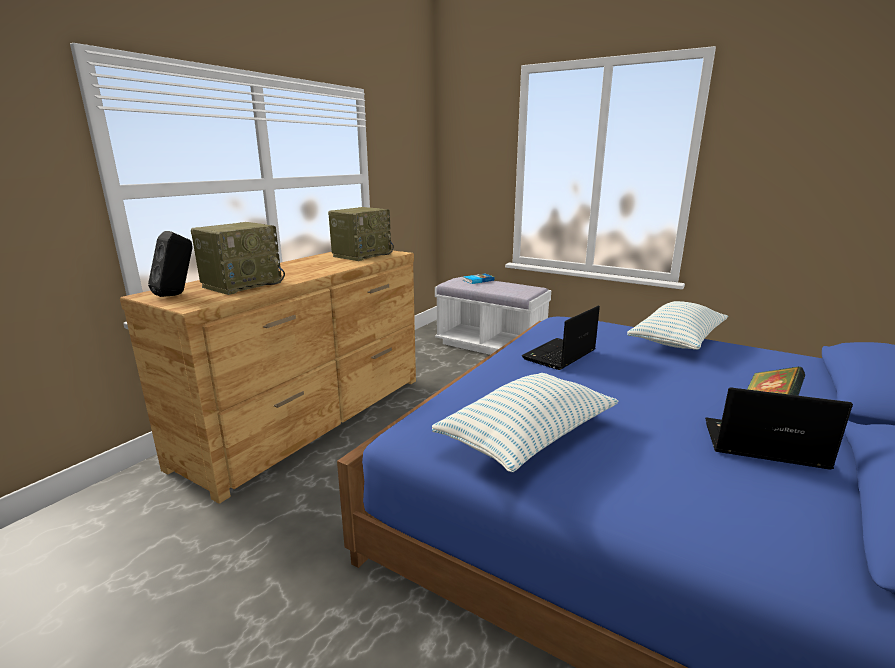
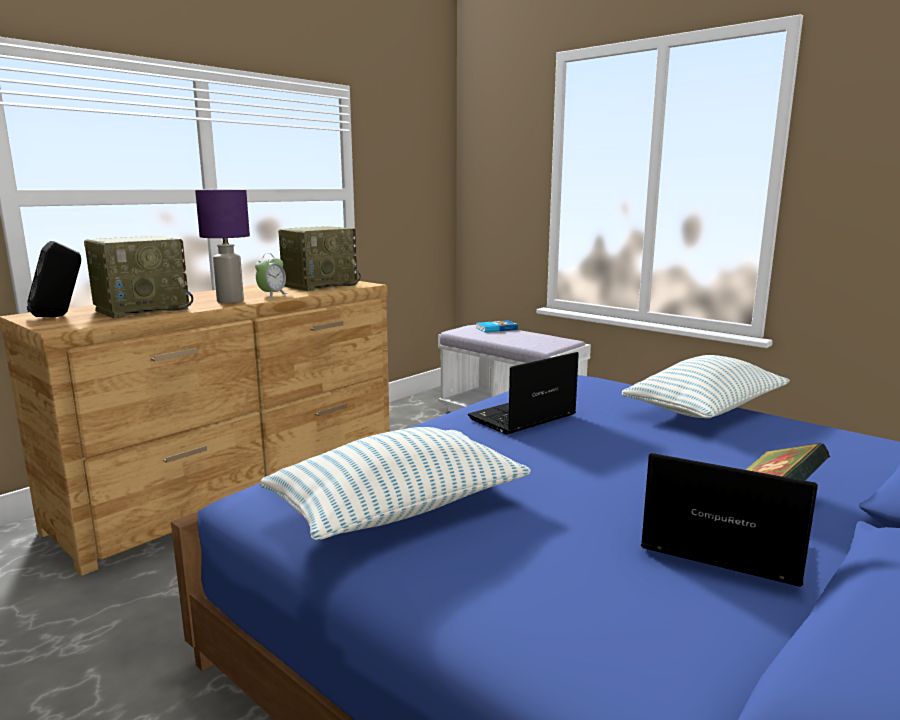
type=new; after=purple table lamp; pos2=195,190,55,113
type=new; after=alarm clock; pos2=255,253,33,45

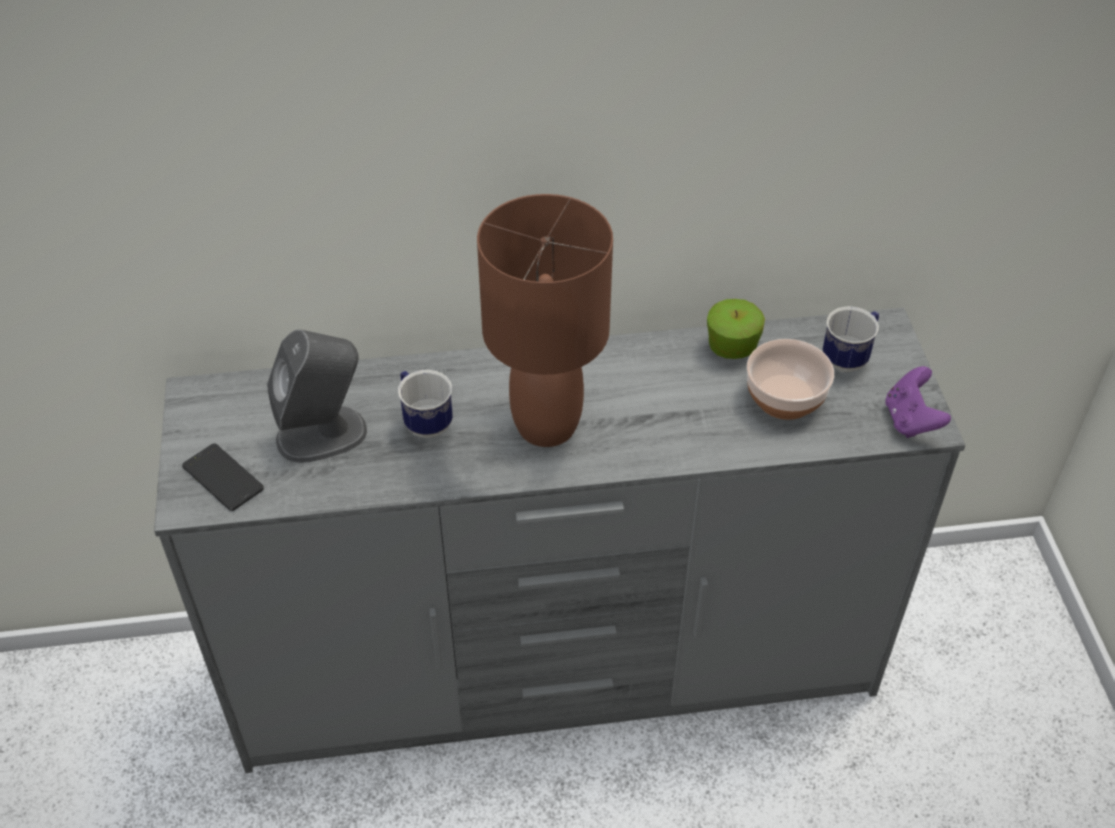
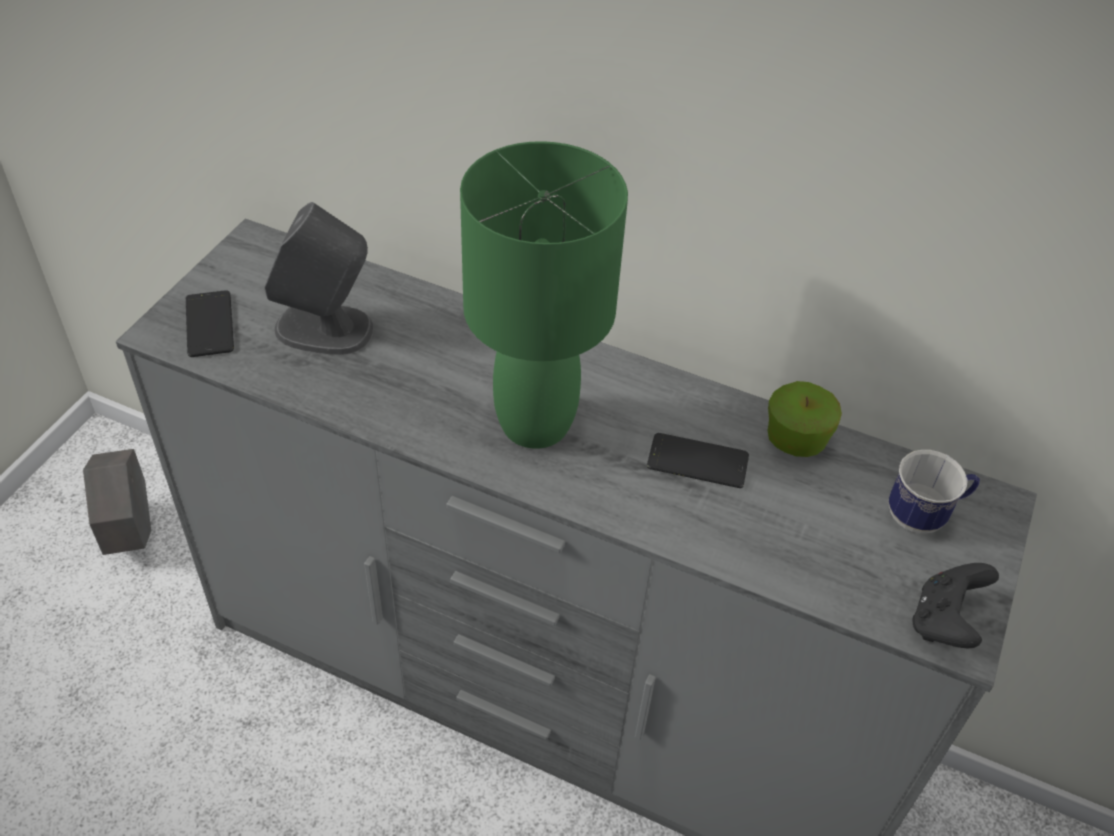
type=gone; before=mug; pos1=398,370,55,68
type=repainted; before=brown table lamp; after=green table lamp; pos1=477,194,136,253; pos2=460,141,168,308
type=gone; before=bowl; pos1=747,339,87,81
type=repainted; before=purple game controller; after=black game controller; pos1=885,366,66,72; pos2=912,563,87,85
type=new; after=grey planter; pos2=83,449,68,106
type=new; after=phone; pos2=647,433,102,55

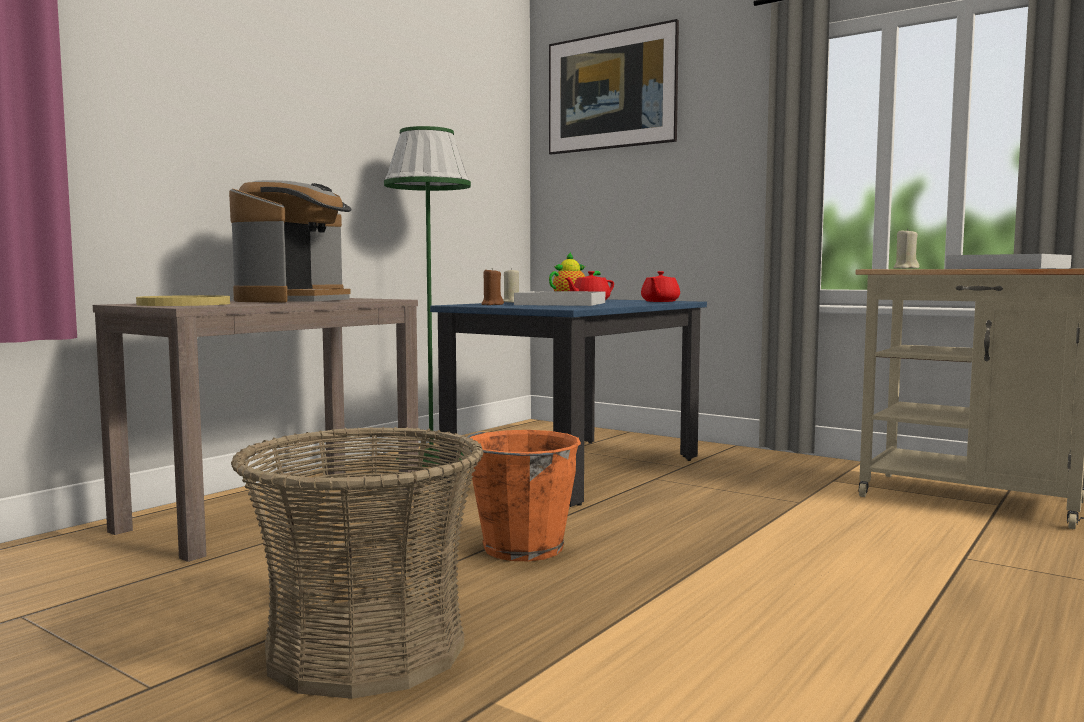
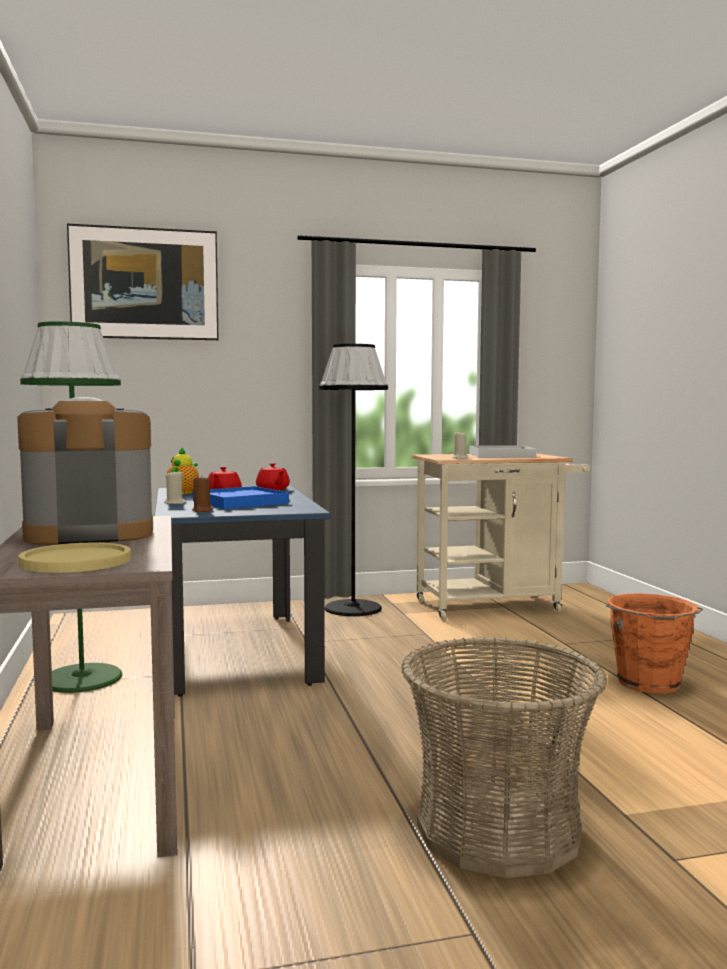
type=rotated; before=coffee machine; pos1=229,180,122,123; pos2=17,397,136,148; turn=-75
type=shifted; before=orange bucket; pos1=454,430,127,131; pos2=606,593,97,101
type=repainted; before=white tray; after=blue tray; pos1=514,291,91,15; pos2=193,486,96,23
type=new; after=black floor lamp; pos2=319,344,69,272

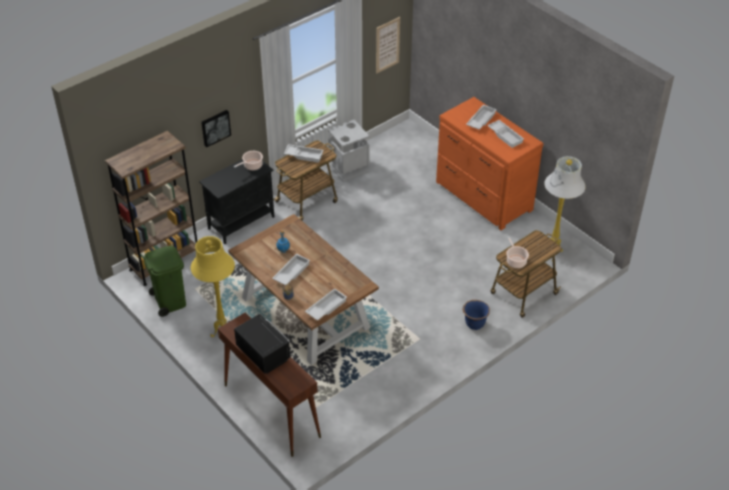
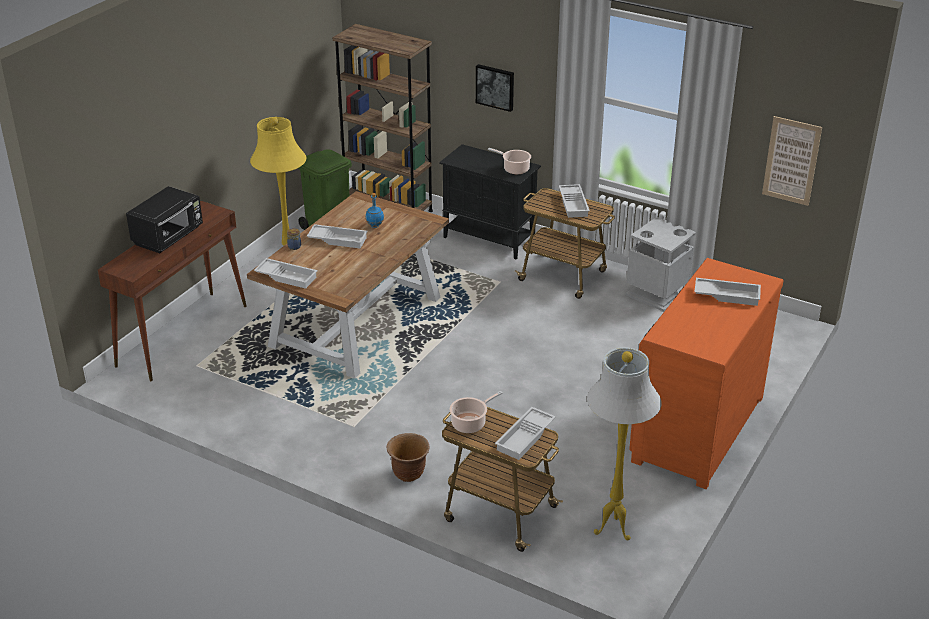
type=repainted; before=blue planter; after=brown planter; pos1=463,300,27,30; pos2=386,433,44,49
type=shifted; before=white tray; pos1=487,120,37,28; pos2=495,407,61,53

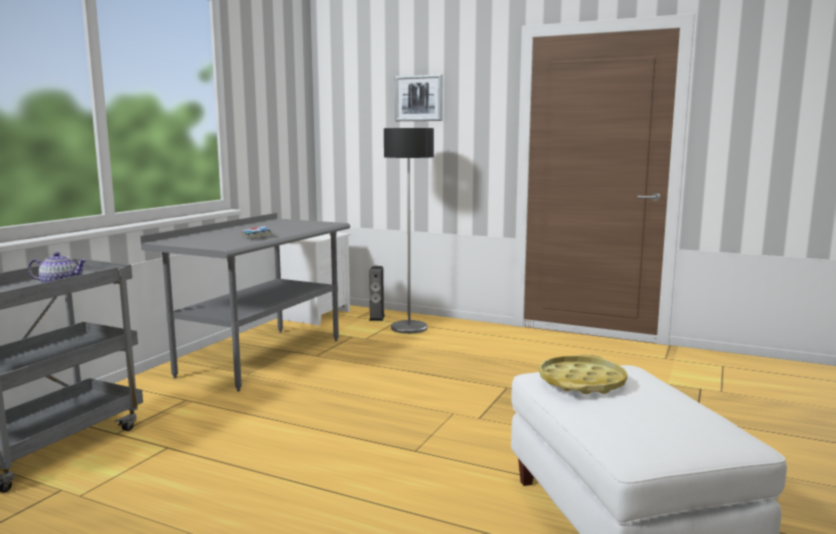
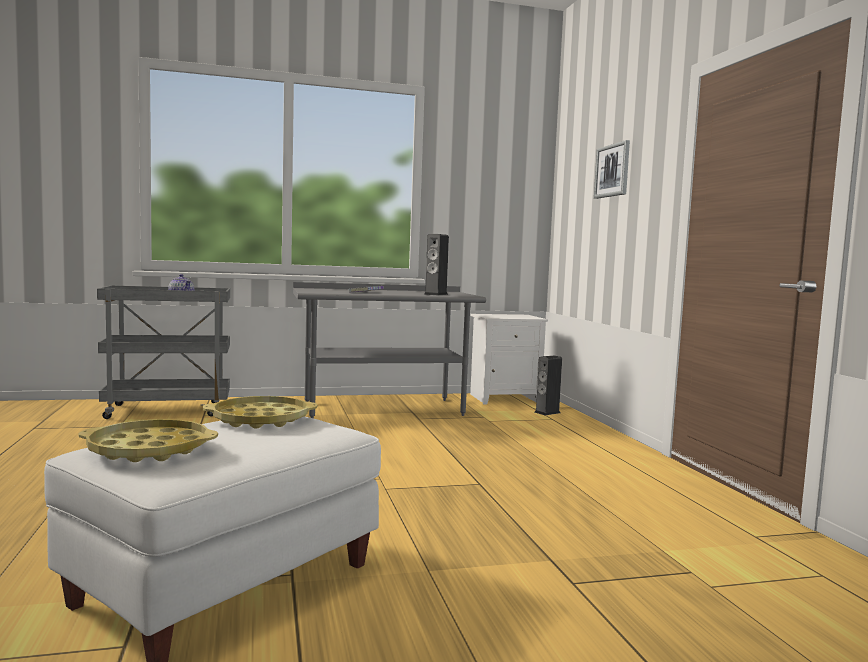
type=gone; before=floor lamp; pos1=384,128,50,206
type=new; after=yellow tray; pos2=78,419,140,43
type=new; after=speaker; pos2=424,234,25,61

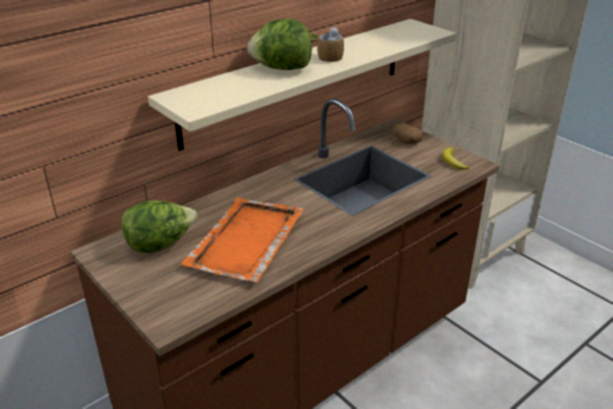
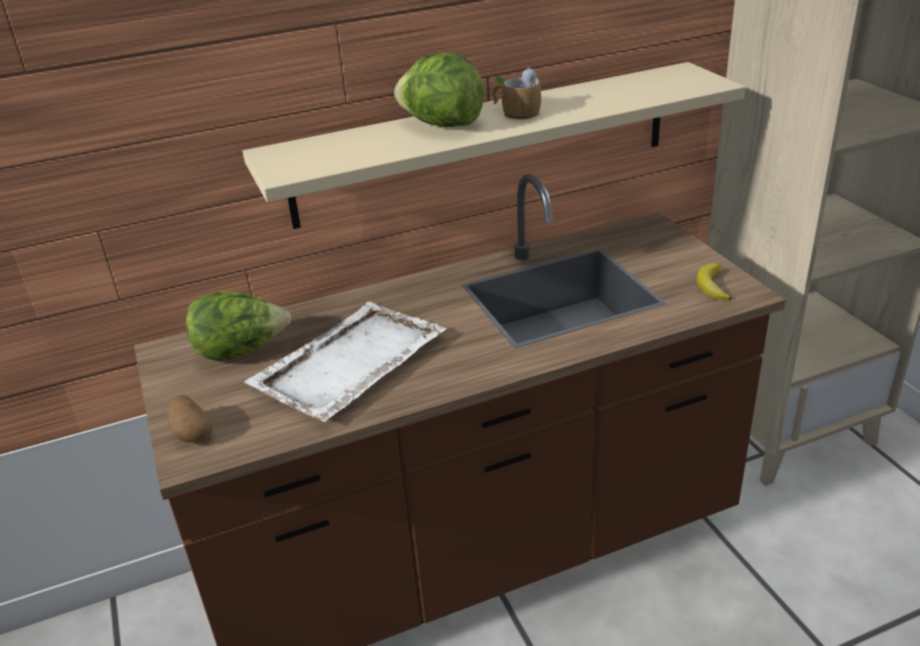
type=repainted; before=orange tray; after=white tray; pos1=180,198,124,84; pos2=244,302,203,120
type=shifted; before=potato; pos1=393,123,30,21; pos2=167,395,46,47

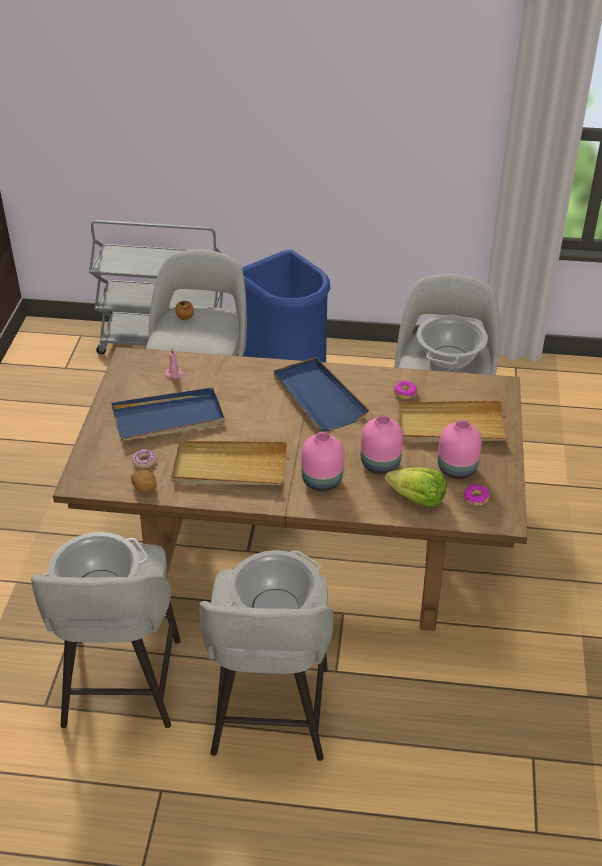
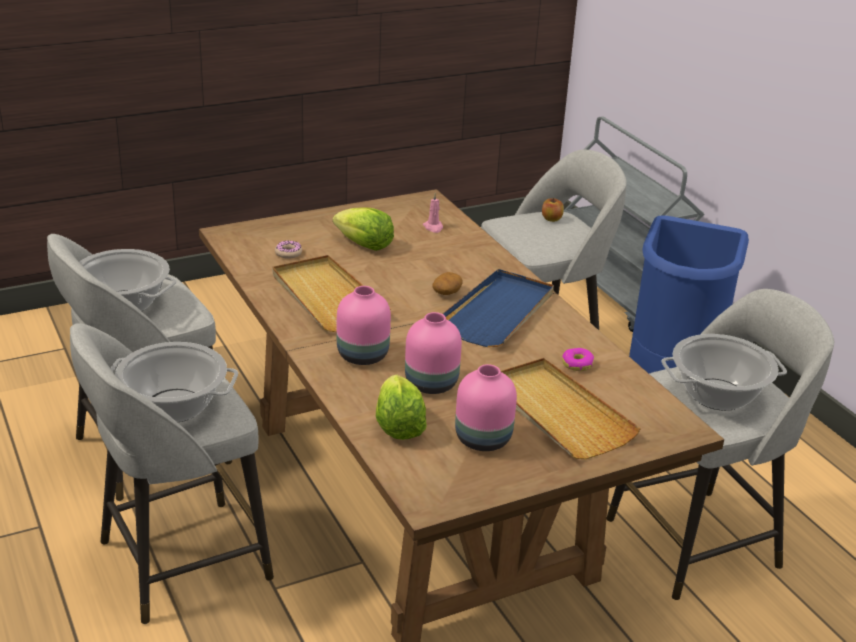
type=swapped; before=blue tray; after=lettuce; pos1=111,388,114,53; pos2=333,208,61,43
type=shifted; before=potato; pos1=131,470,26,23; pos2=432,272,31,23
type=gone; before=donut; pos1=463,484,27,22

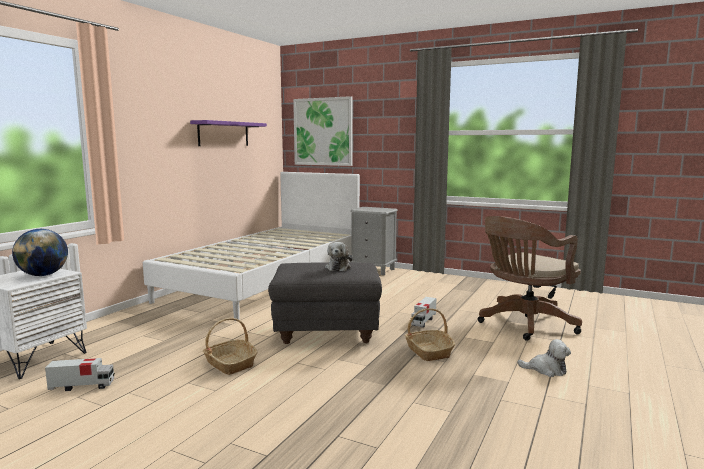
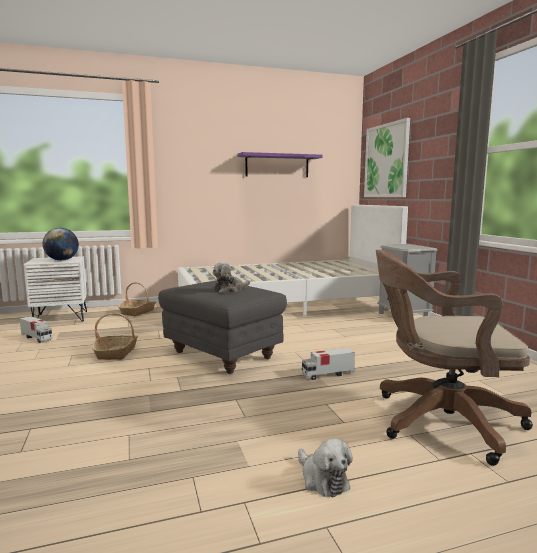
type=shifted; before=basket; pos1=405,308,50,53; pos2=118,282,38,34

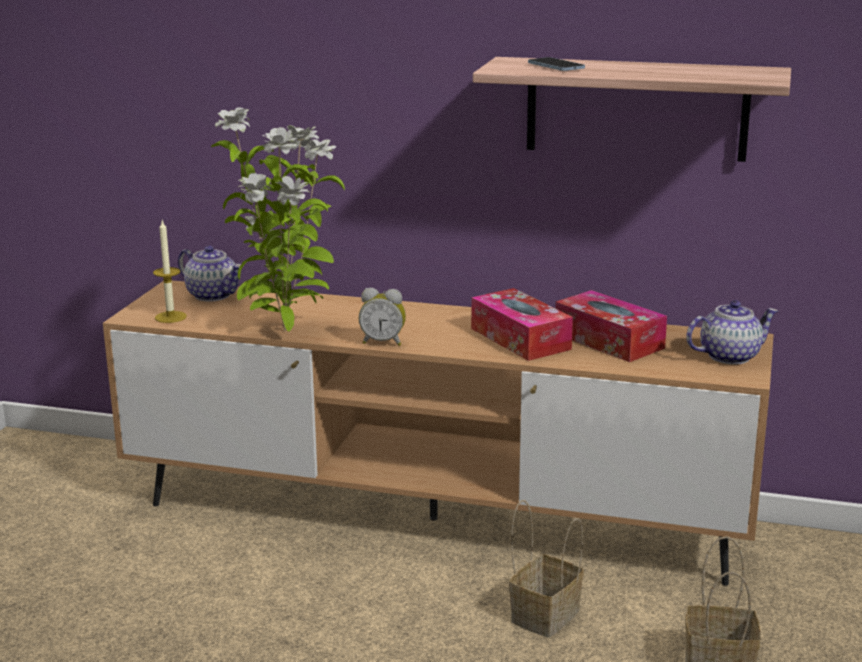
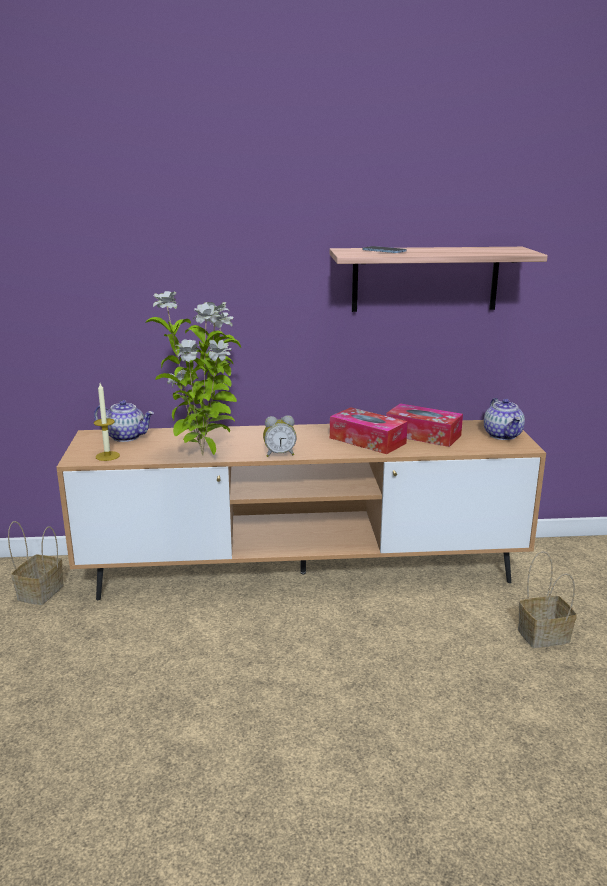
type=shifted; before=basket; pos1=509,500,75,137; pos2=8,521,56,84
type=rotated; before=teapot; pos1=686,300,92,65; pos2=484,398,41,42; turn=120

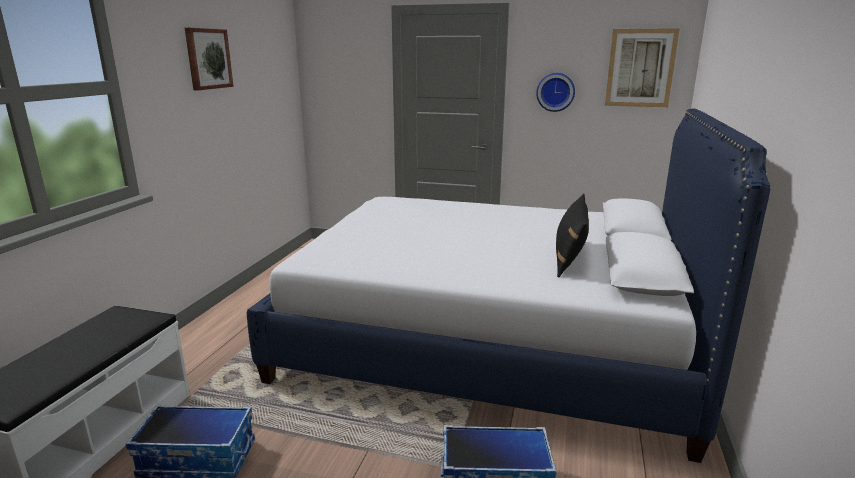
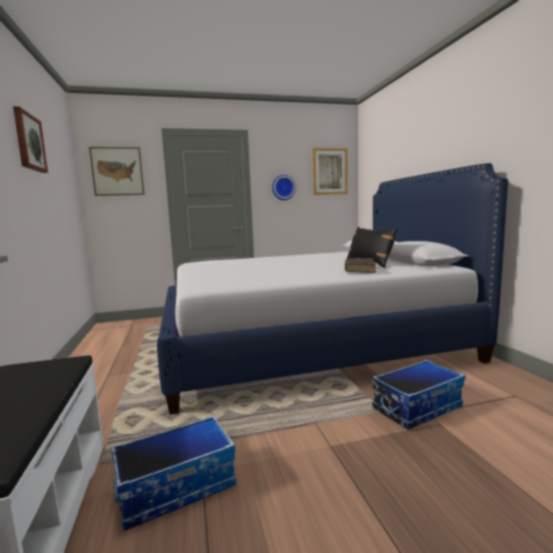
type=new; after=picture; pos2=89,147,56,49
type=new; after=brown book; pos2=345,258,31,15

